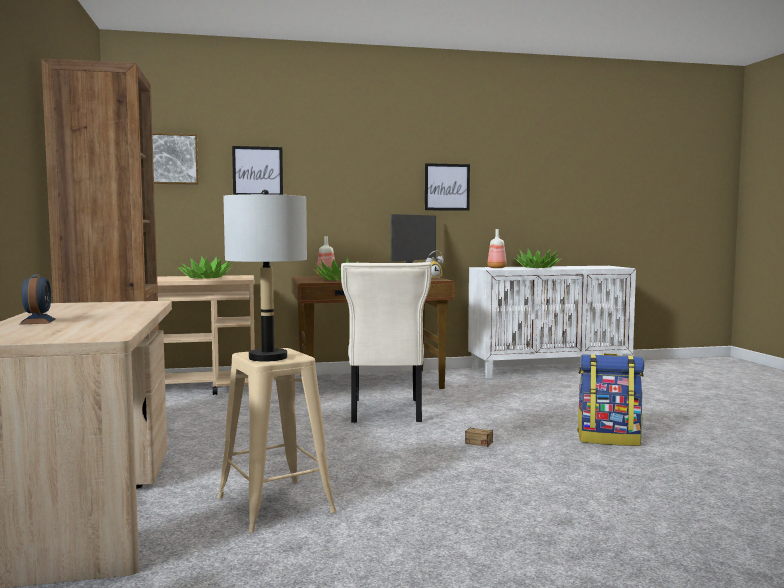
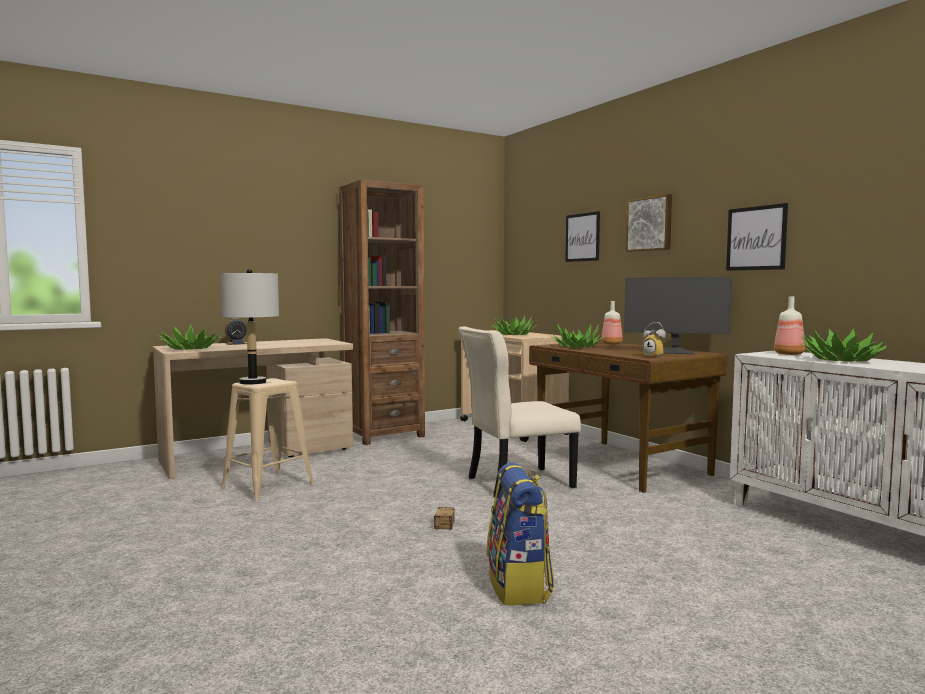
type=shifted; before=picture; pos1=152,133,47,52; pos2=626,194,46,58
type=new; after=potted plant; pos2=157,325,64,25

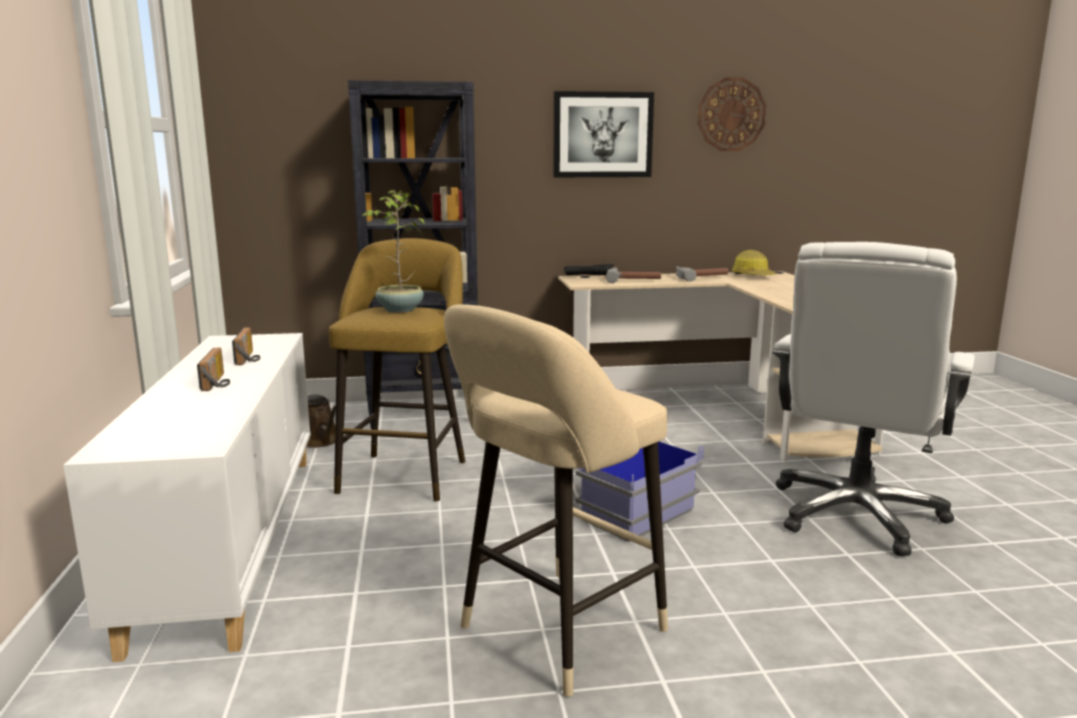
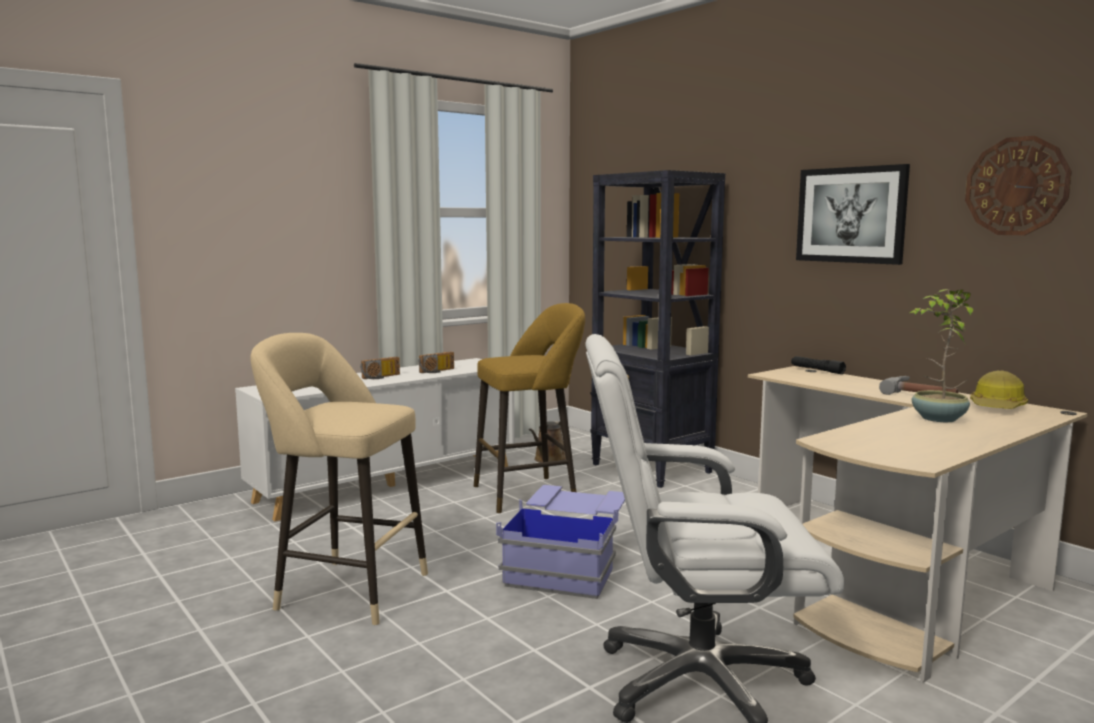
type=shifted; before=potted plant; pos1=362,190,63,122; pos2=910,289,63,133
type=gone; before=hammer; pos1=606,267,55,16

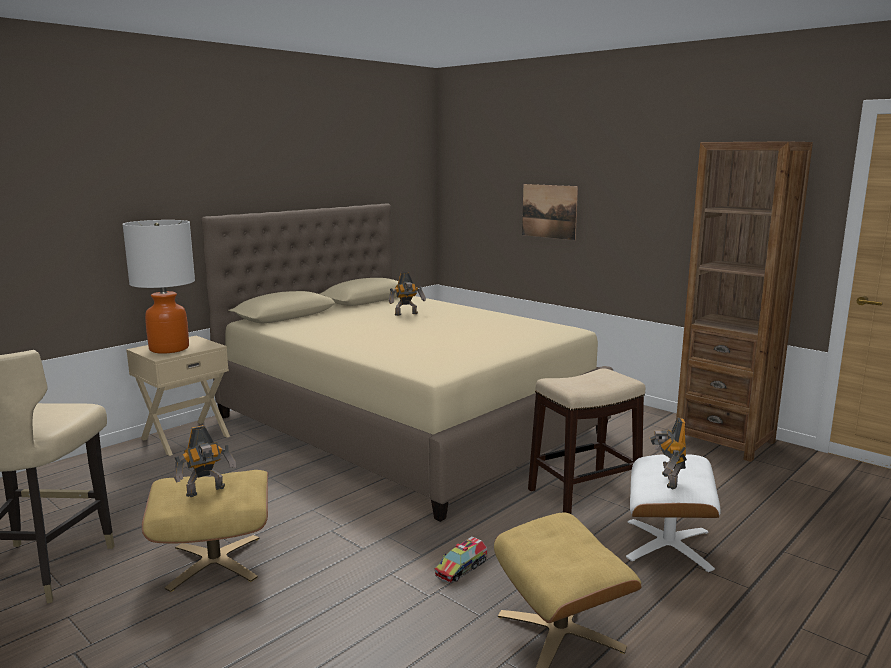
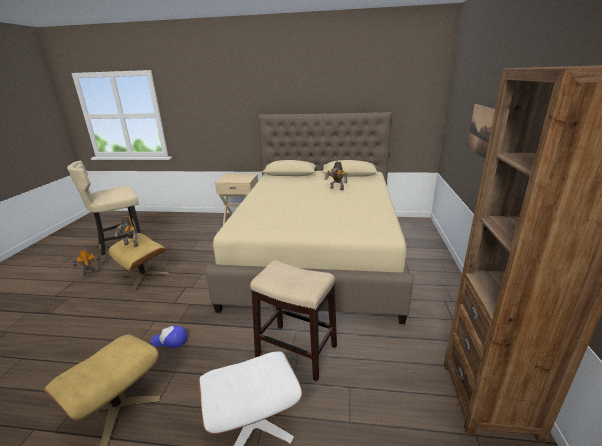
type=gone; before=table lamp; pos1=122,220,73,134
type=swapped; before=toy truck; after=cap; pos1=435,536,52,47; pos2=151,325,37,23
type=shifted; before=toy robot; pos1=650,418,37,71; pos2=73,249,29,27

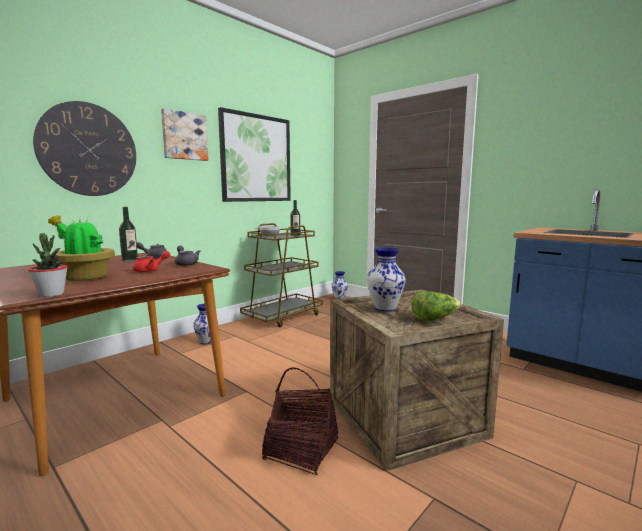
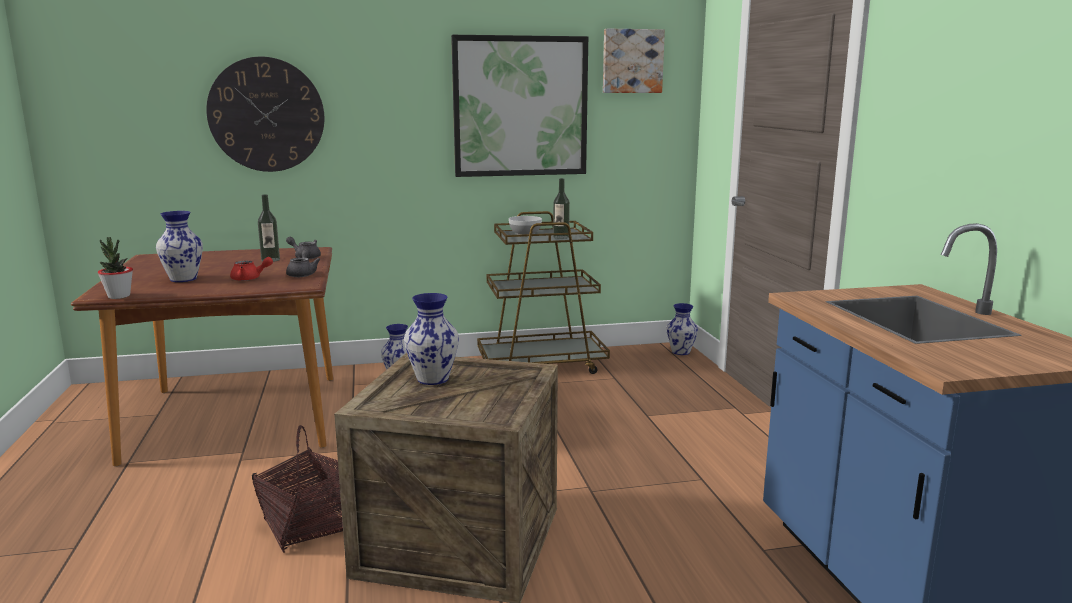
type=swapped; before=potted plant; after=vase; pos1=48,215,67,66; pos2=156,211,47,71
type=shifted; before=picture; pos1=161,108,47,53; pos2=603,28,62,65
type=gone; before=lettuce; pos1=411,291,51,30

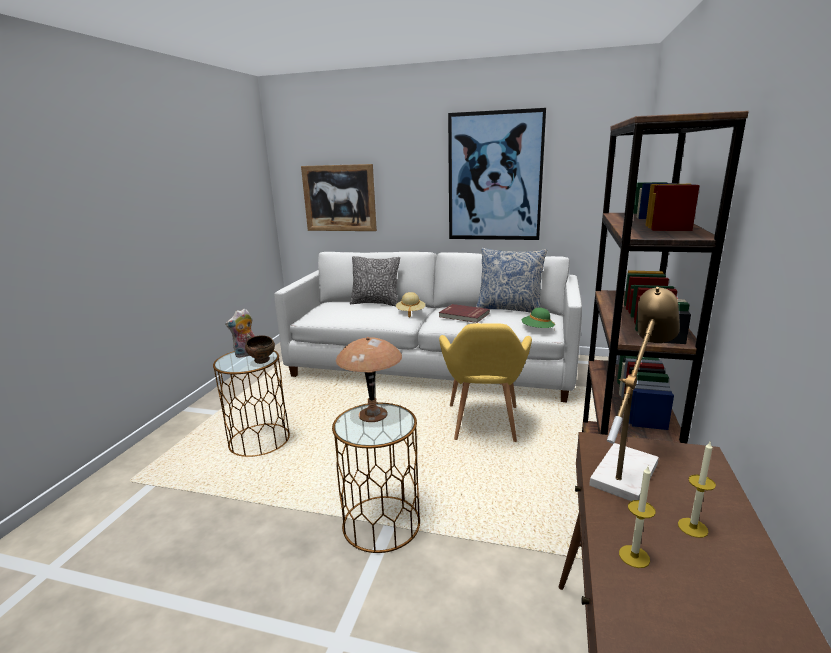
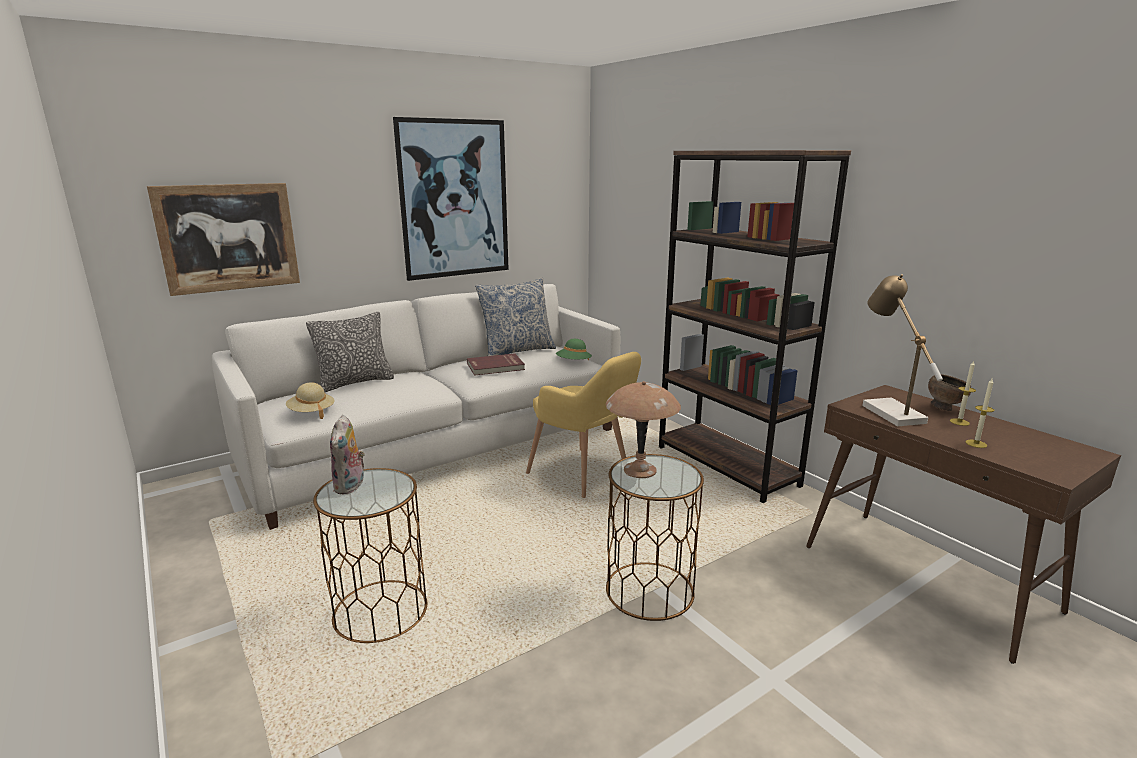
type=shifted; before=brown bowl; pos1=245,335,30,29; pos2=928,374,43,37
type=shifted; before=beige hat; pos1=396,292,29,25; pos2=286,383,49,36

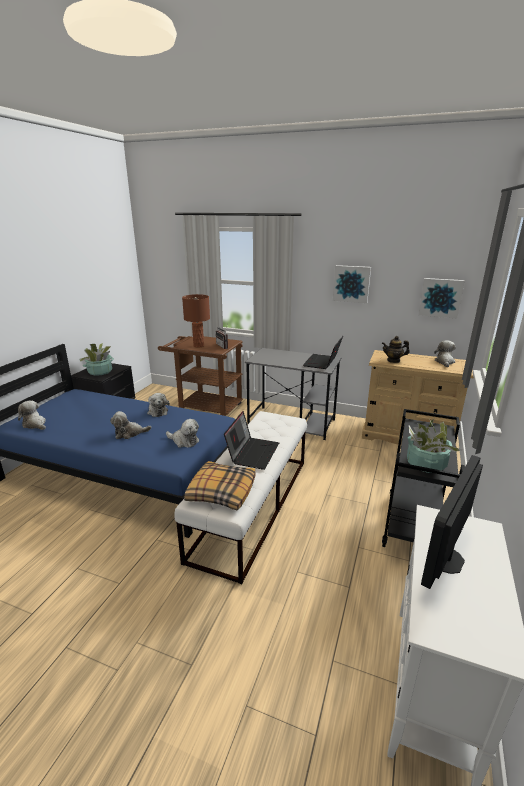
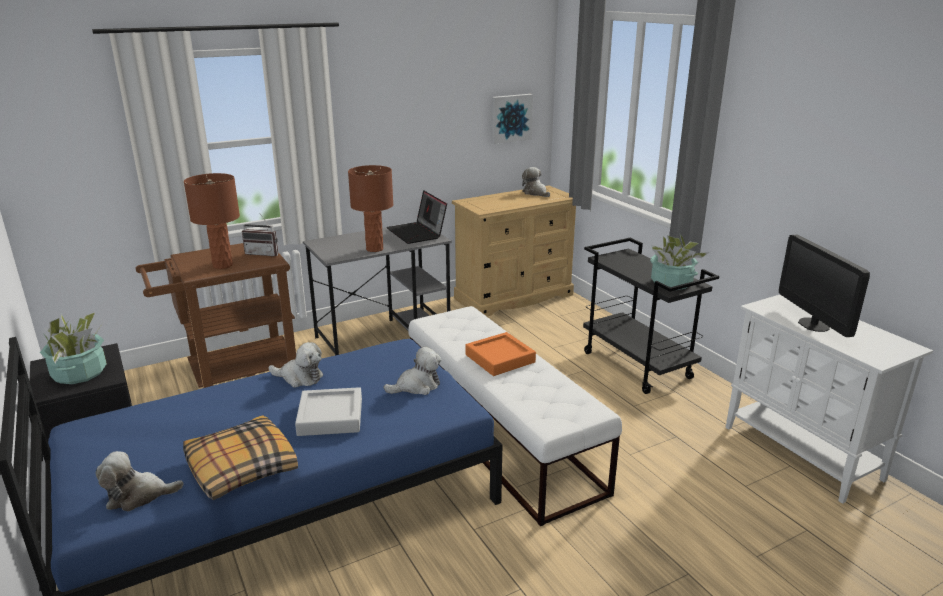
type=swapped; before=plush toy; after=grey tray; pos1=110,411,41,28; pos2=295,387,67,49
type=shifted; before=pillow; pos1=184,461,71,49; pos2=183,415,115,85
type=swapped; before=laptop; after=orange tray; pos1=224,411,55,59; pos2=466,332,70,44
type=gone; before=picture; pos1=333,265,38,38
type=gone; before=teapot; pos1=382,336,28,27
type=new; after=brown table lamp; pos2=348,165,45,87

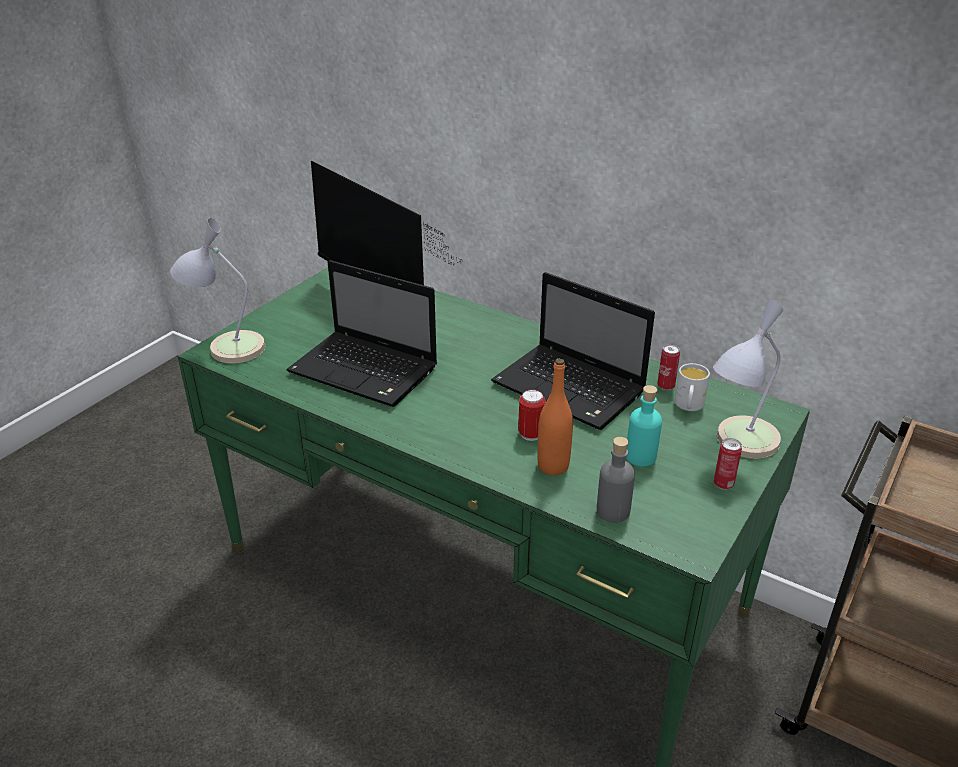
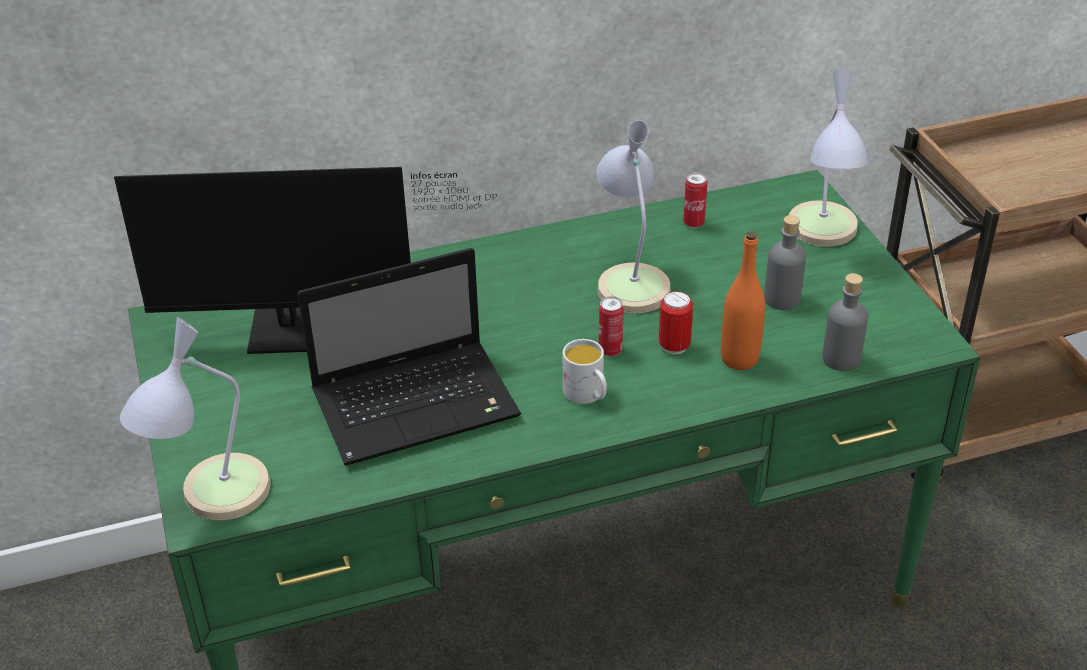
type=swapped; before=laptop; after=table lamp; pos1=491,272,164,158; pos2=596,120,75,194
type=repainted; before=turquoise bottle; after=grey bottle; pos1=626,385,36,81; pos2=764,215,42,95
type=shifted; before=white mug; pos1=675,363,35,48; pos2=563,339,44,65
type=shifted; before=can; pos1=714,438,28,52; pos2=599,296,25,60

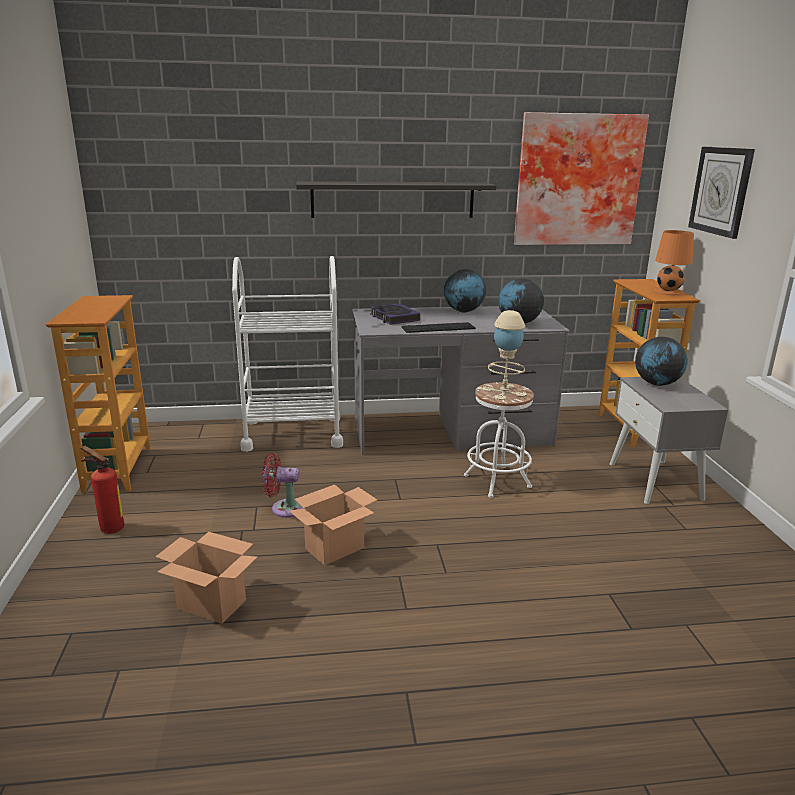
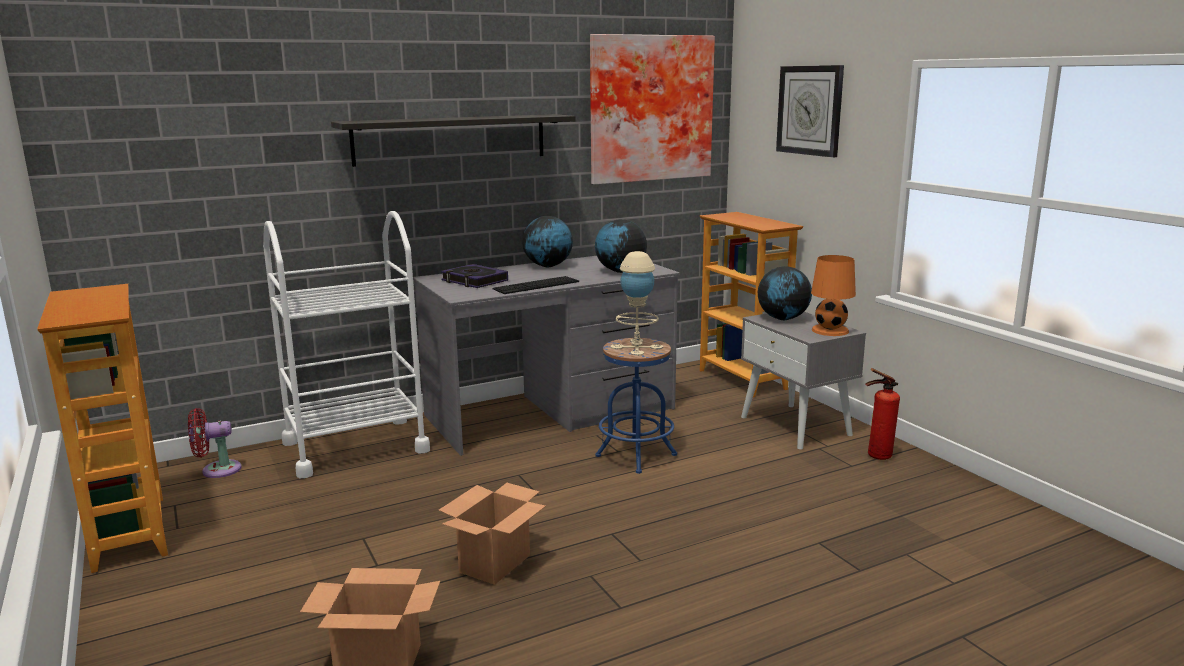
type=shifted; before=fire extinguisher; pos1=81,446,43,88; pos2=865,368,35,92
type=shifted; before=red fan; pos1=262,453,41,65; pos2=188,408,54,70
type=repainted; before=white stool; after=blue stool; pos1=464,382,70,116; pos2=595,338,82,136
type=shifted; before=orange table lamp; pos1=653,230,41,66; pos2=811,255,45,81

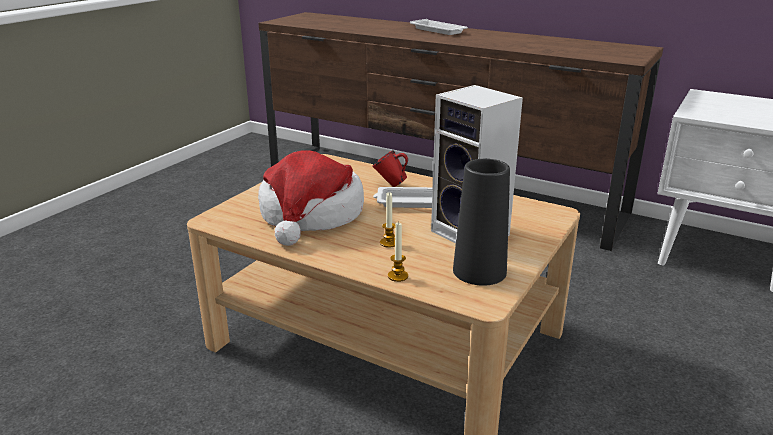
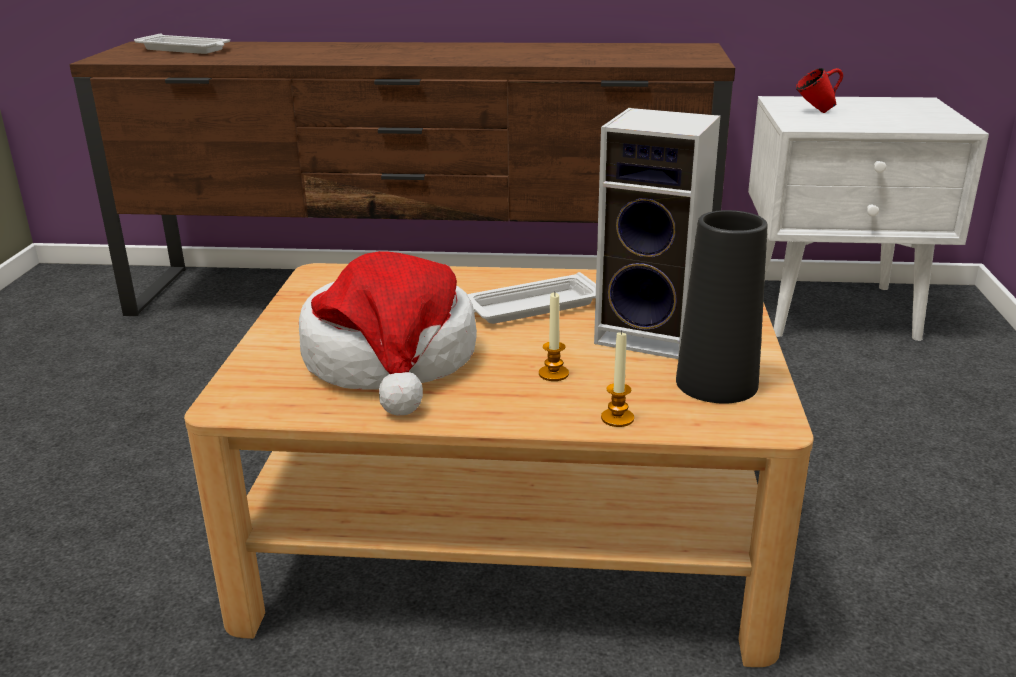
type=shifted; before=red mug; pos1=372,150,36,37; pos2=796,68,47,45
type=shifted; before=white tray; pos1=410,19,58,16; pos2=134,34,96,20

